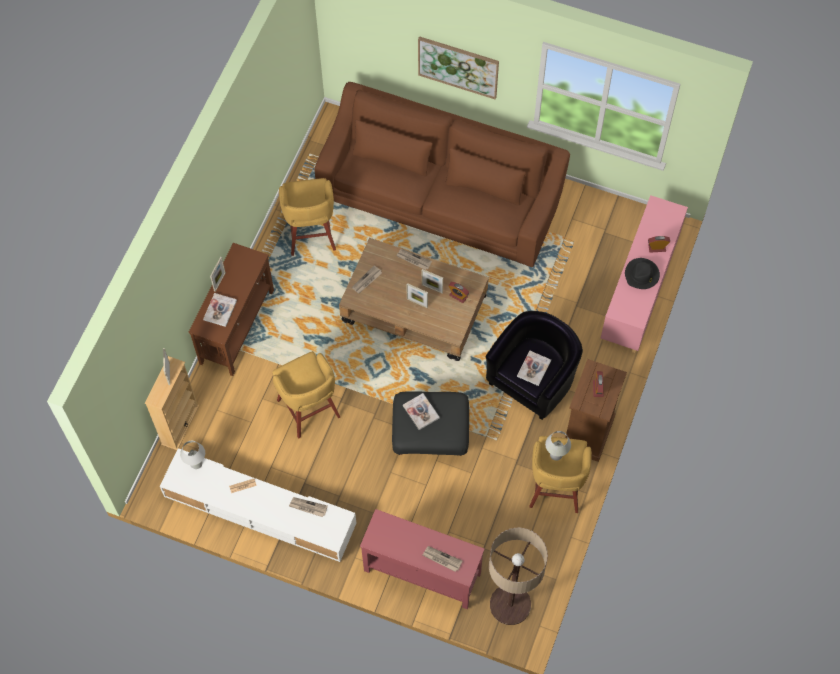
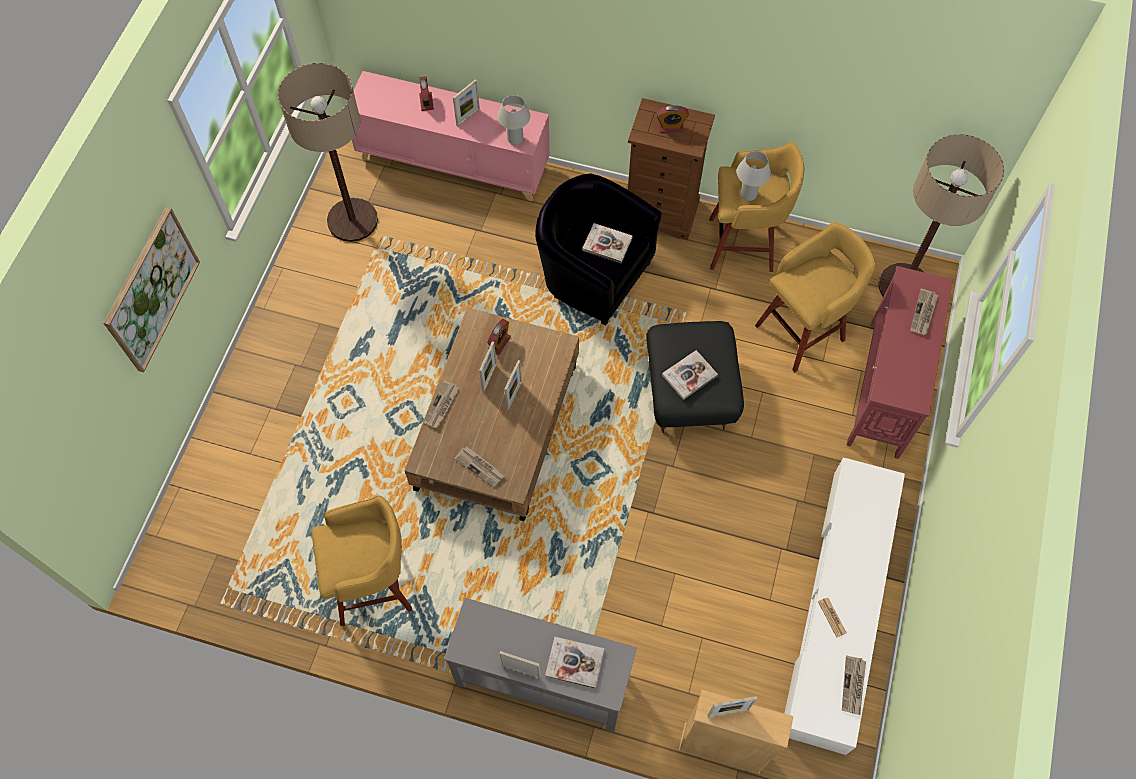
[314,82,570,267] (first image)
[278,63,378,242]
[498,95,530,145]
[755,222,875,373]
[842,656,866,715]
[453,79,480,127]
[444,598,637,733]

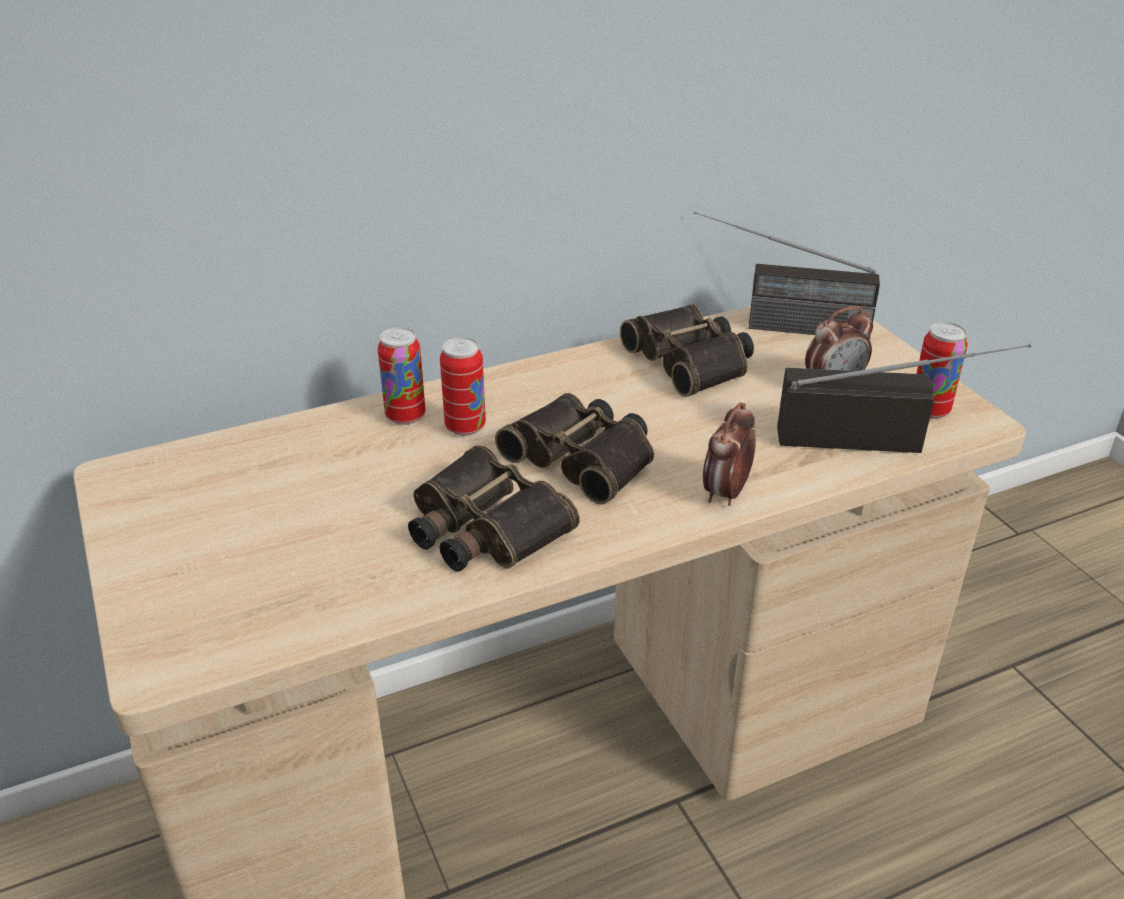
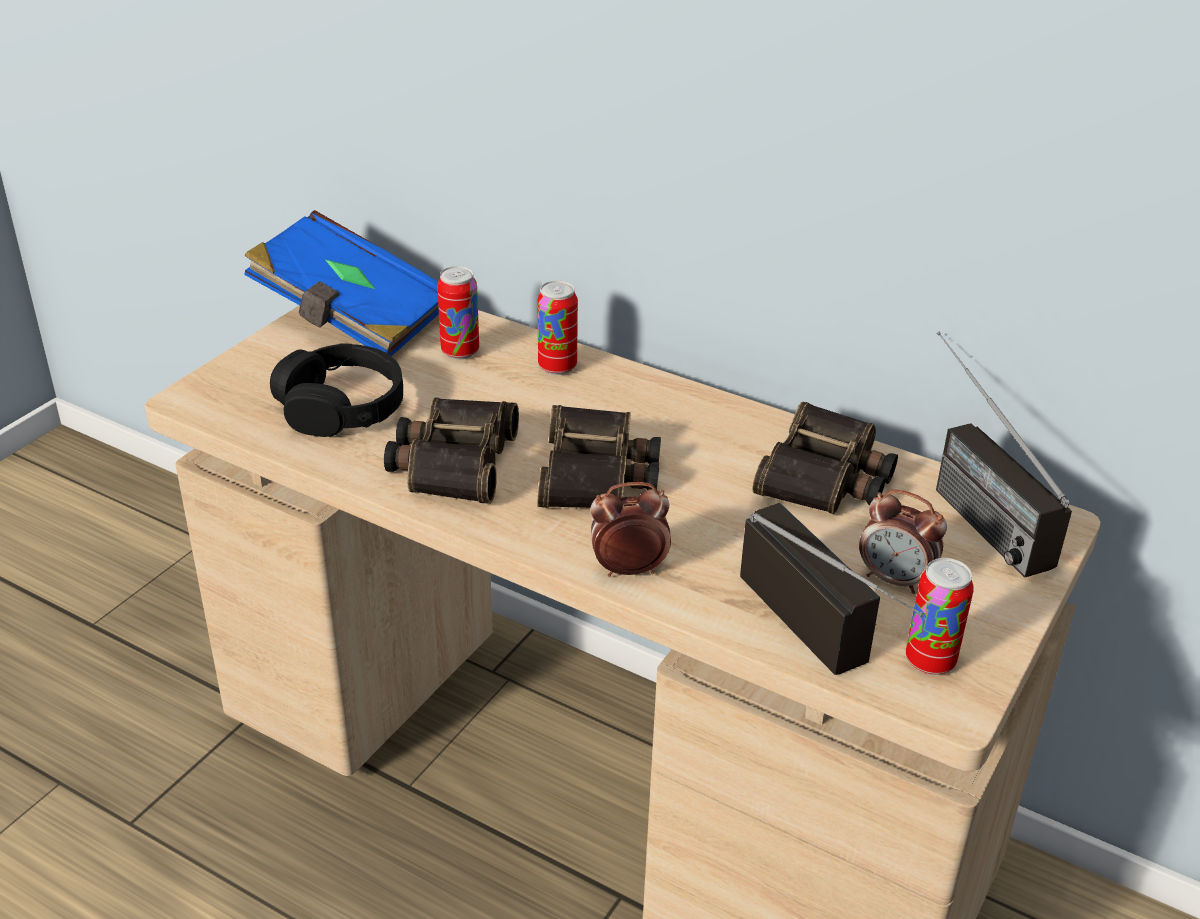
[244,210,439,356]
[270,344,403,437]
[437,266,479,360]

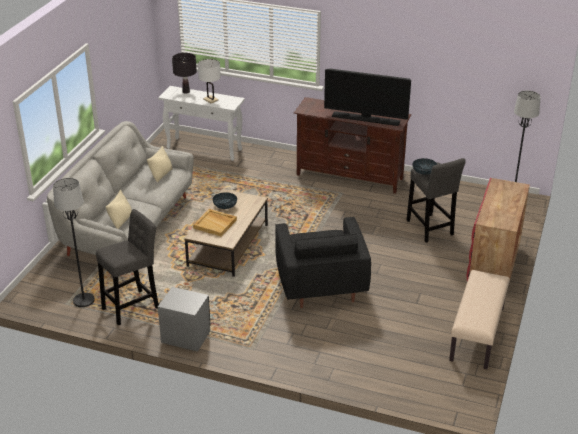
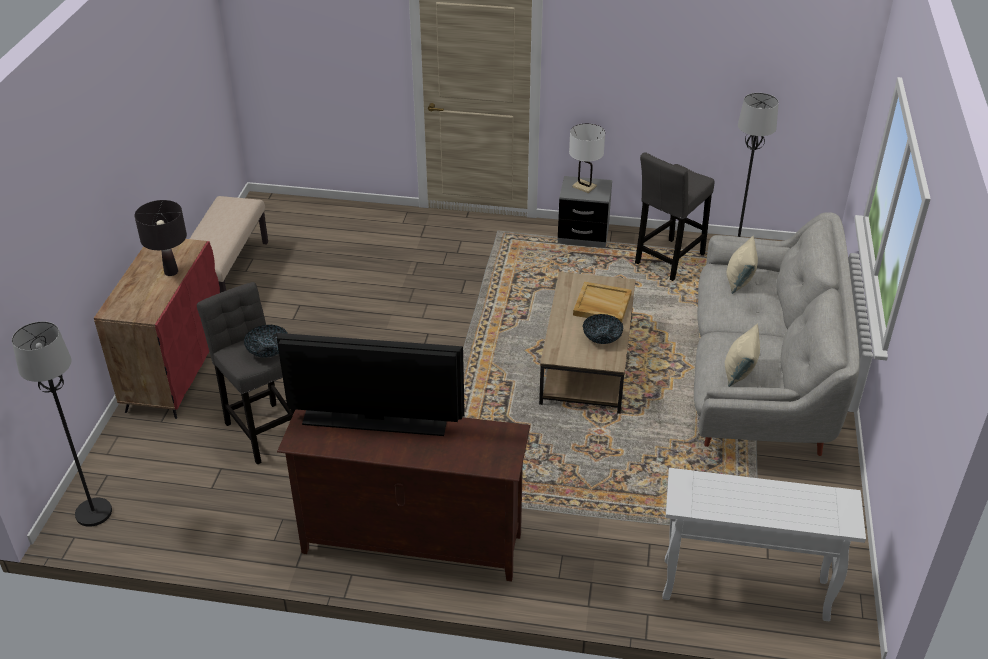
[275,217,371,308] (first image)
[134,200,187,276]
[569,123,605,193]

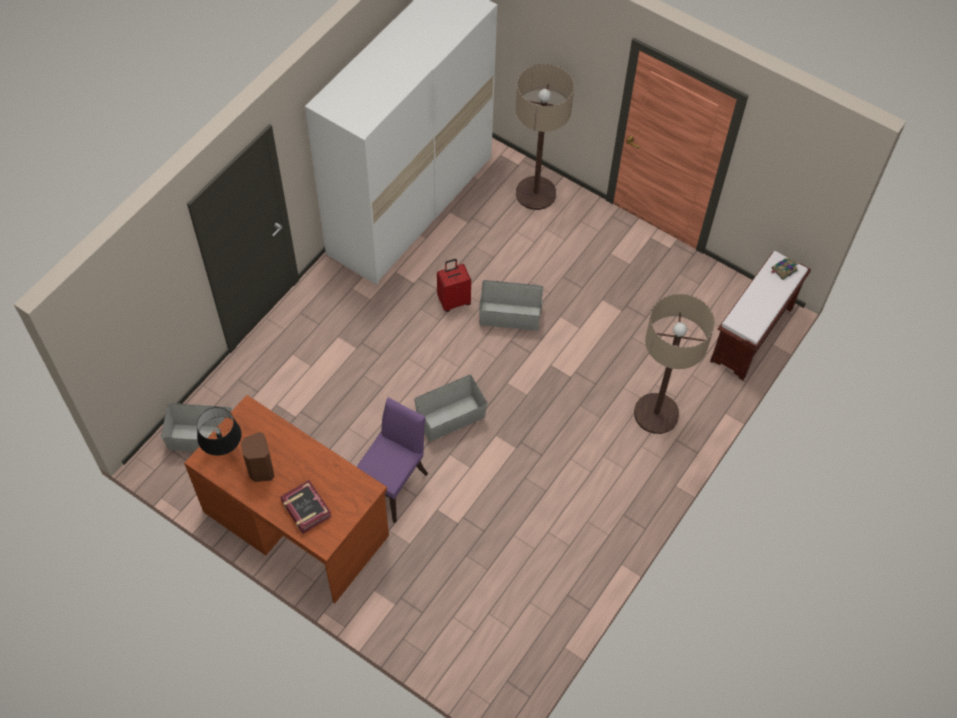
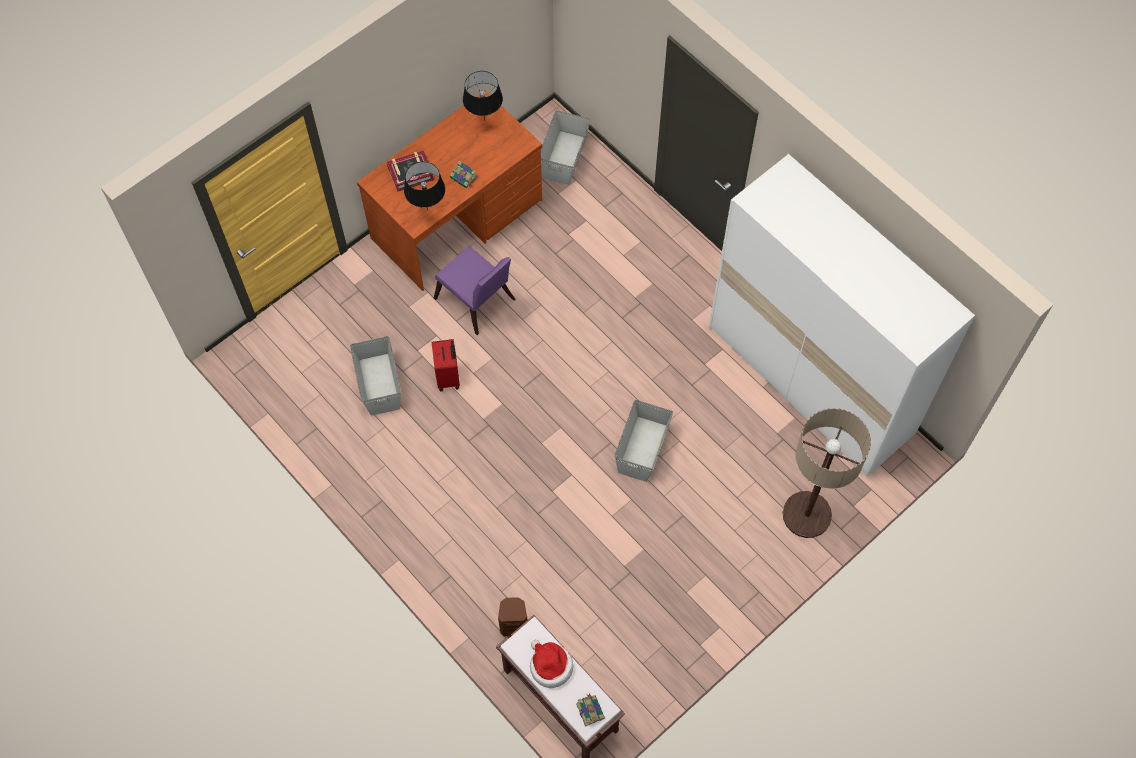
[634,294,715,434] (first image)
[404,161,445,210]
[450,160,478,188]
[530,640,573,688]
[498,597,527,636]
[350,336,401,416]
[432,339,460,391]

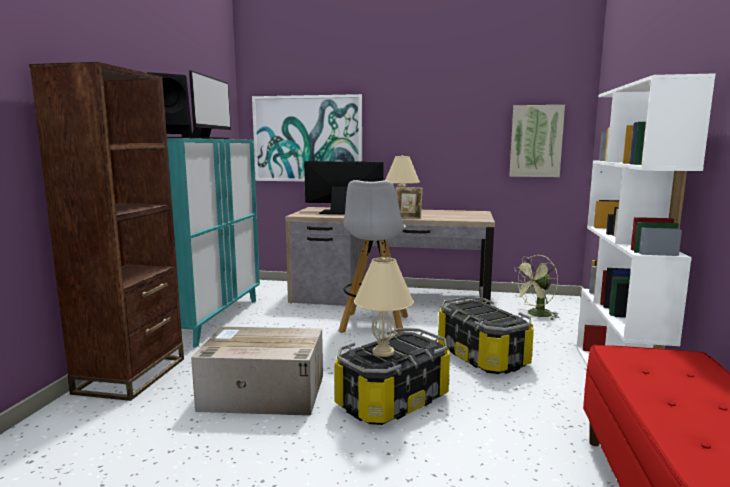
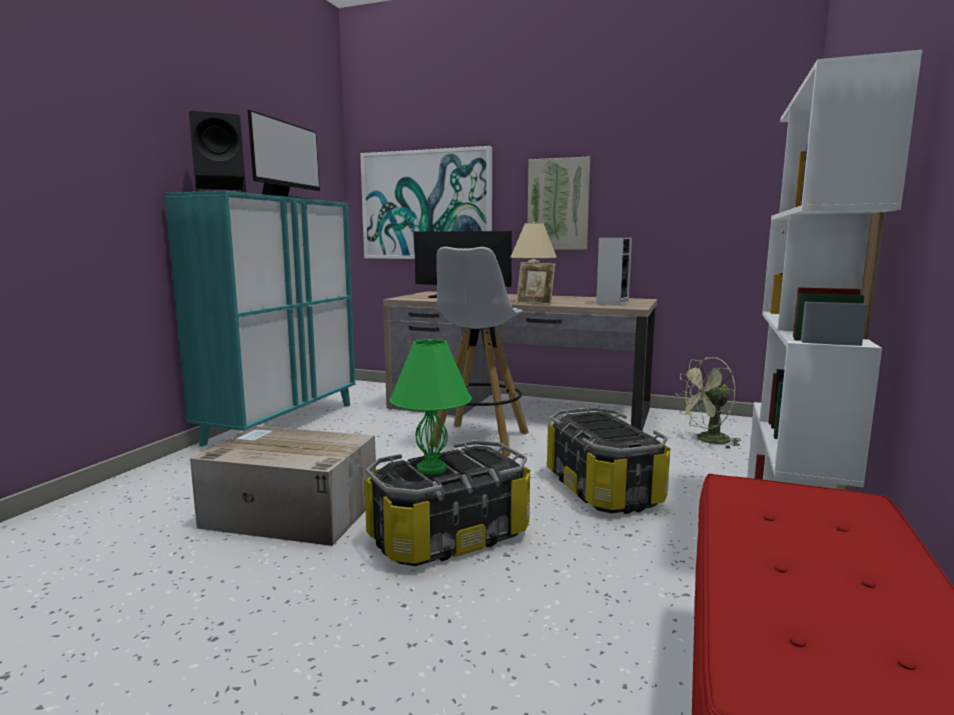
[29,62,184,401] (first image)
[596,238,632,305]
[528,157,590,250]
[390,339,472,475]

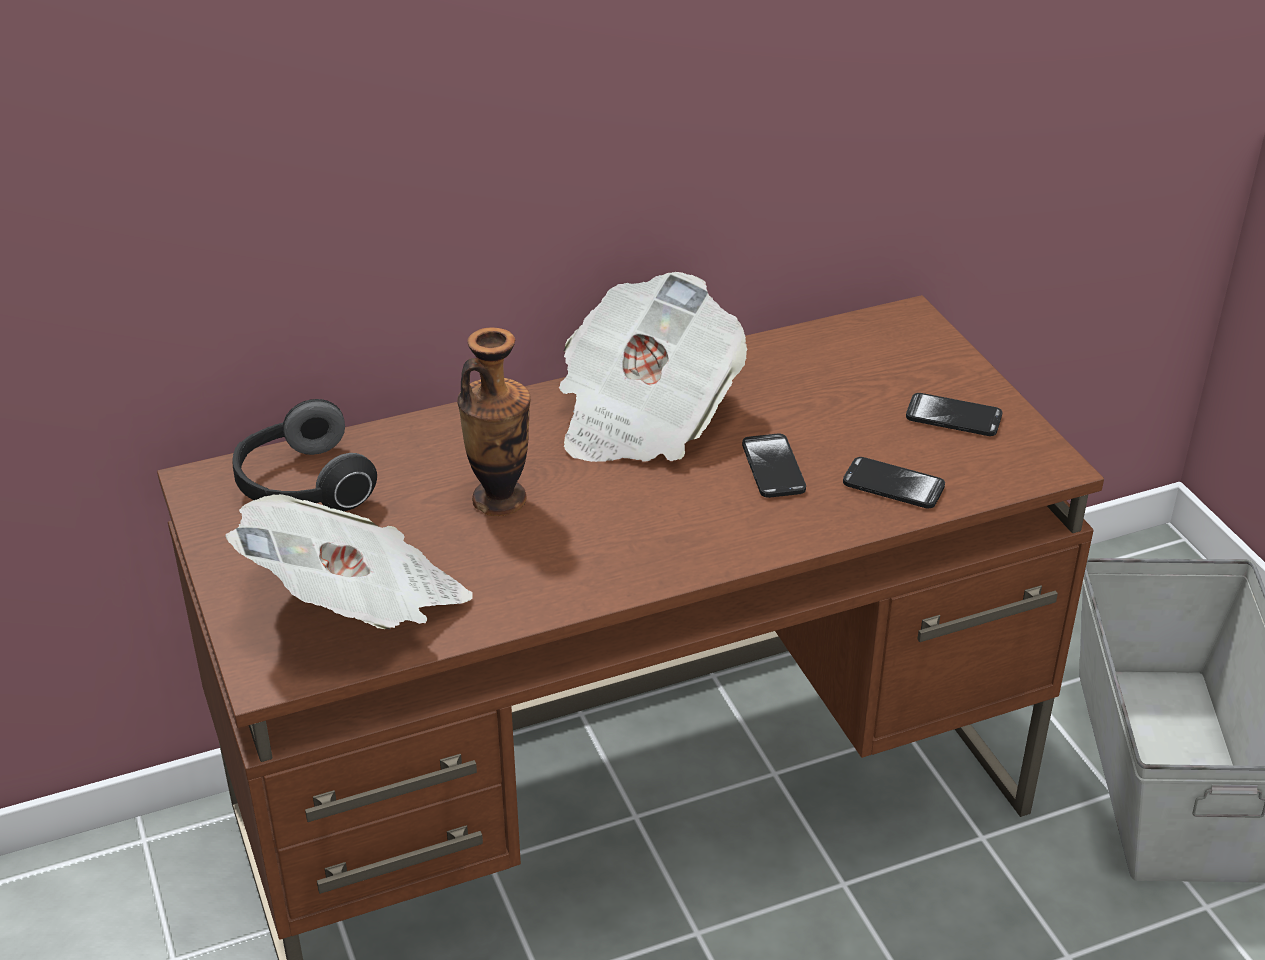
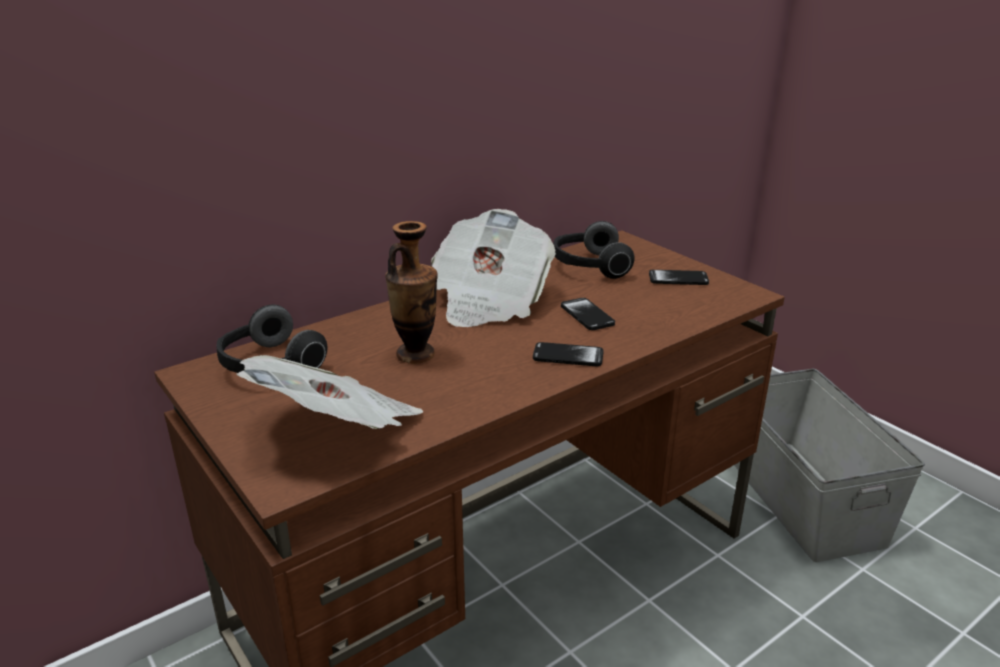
[554,221,634,279]
[533,342,604,366]

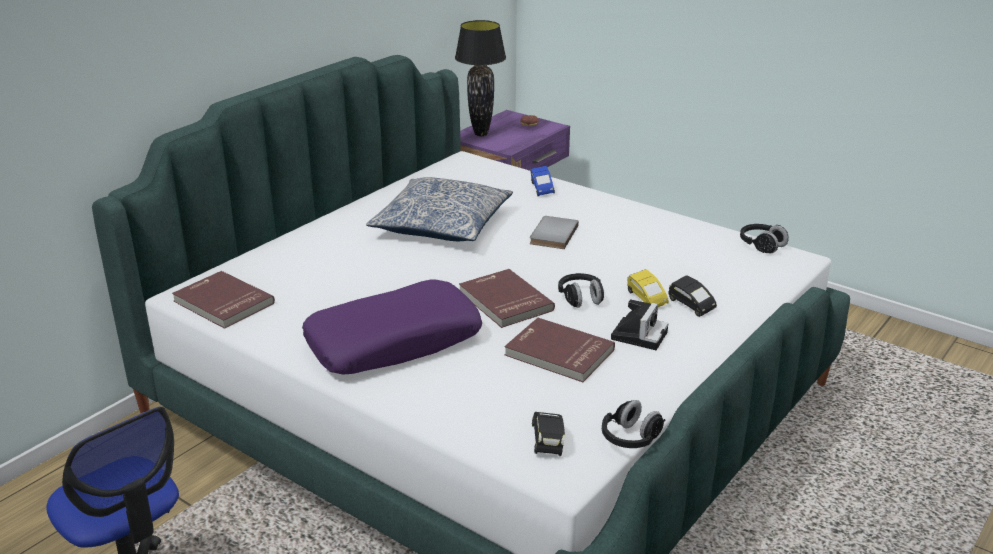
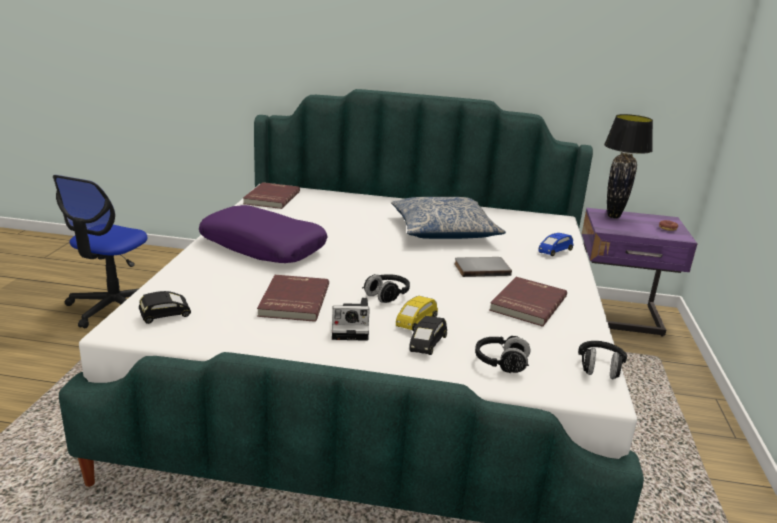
[489,277,567,327]
[475,336,530,373]

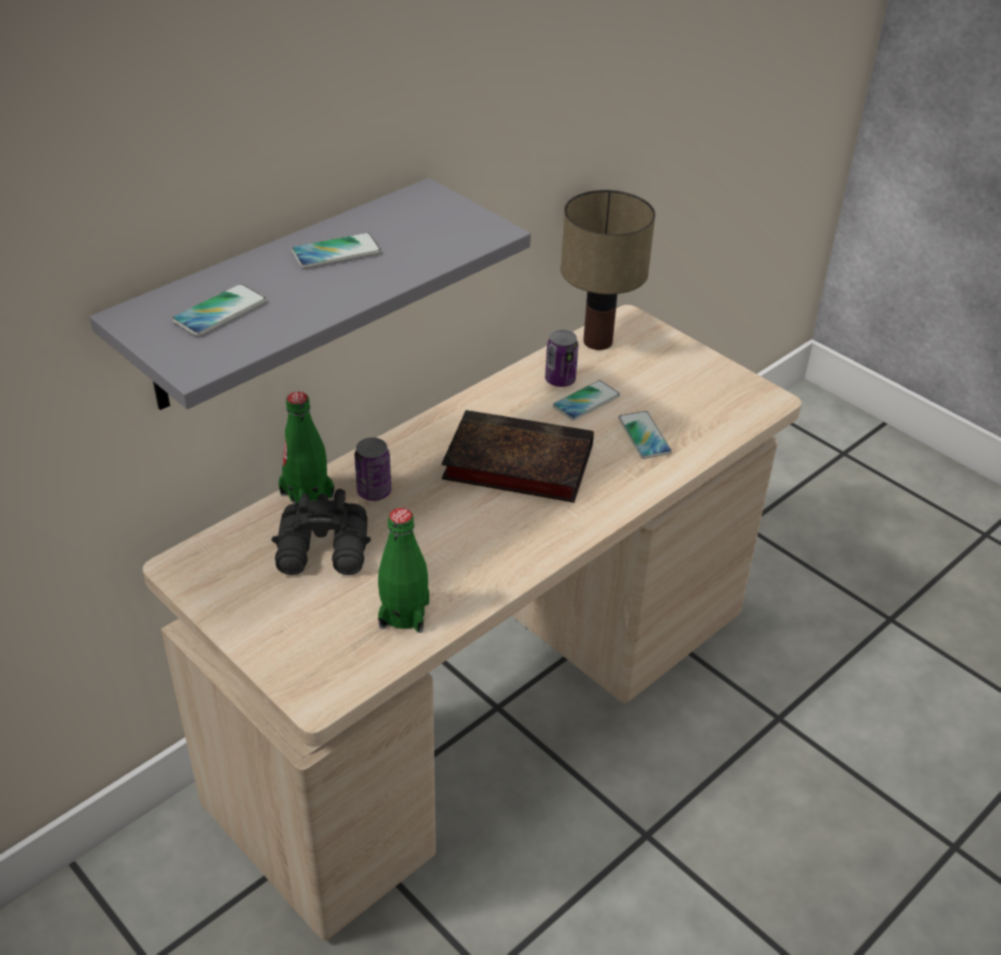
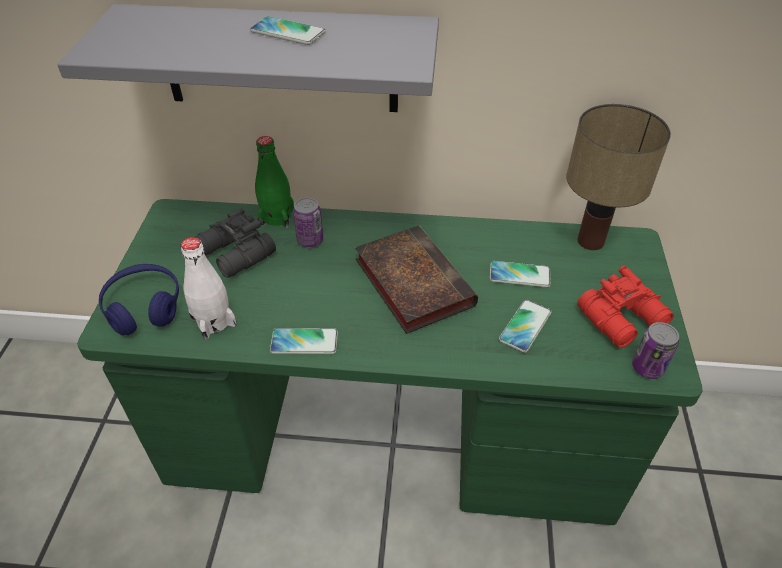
[99,264,179,335]
[577,266,674,348]
[270,328,338,354]
[632,322,679,379]
[77,199,703,525]
[181,237,237,340]

